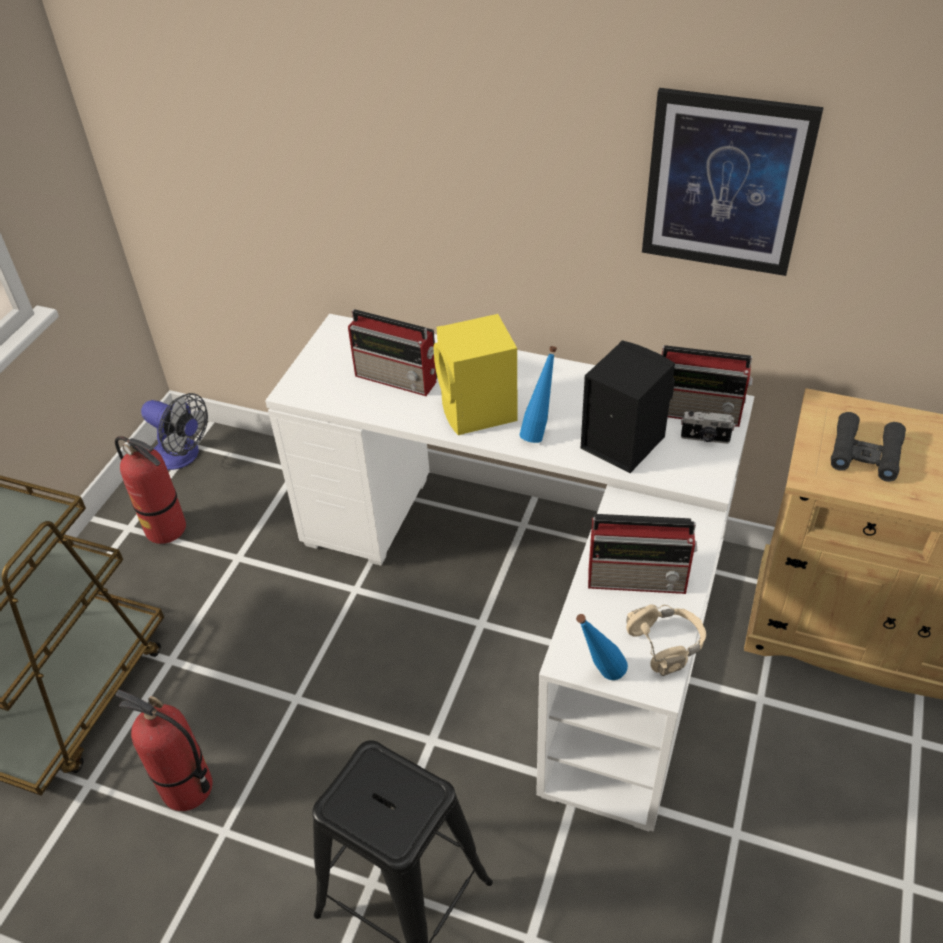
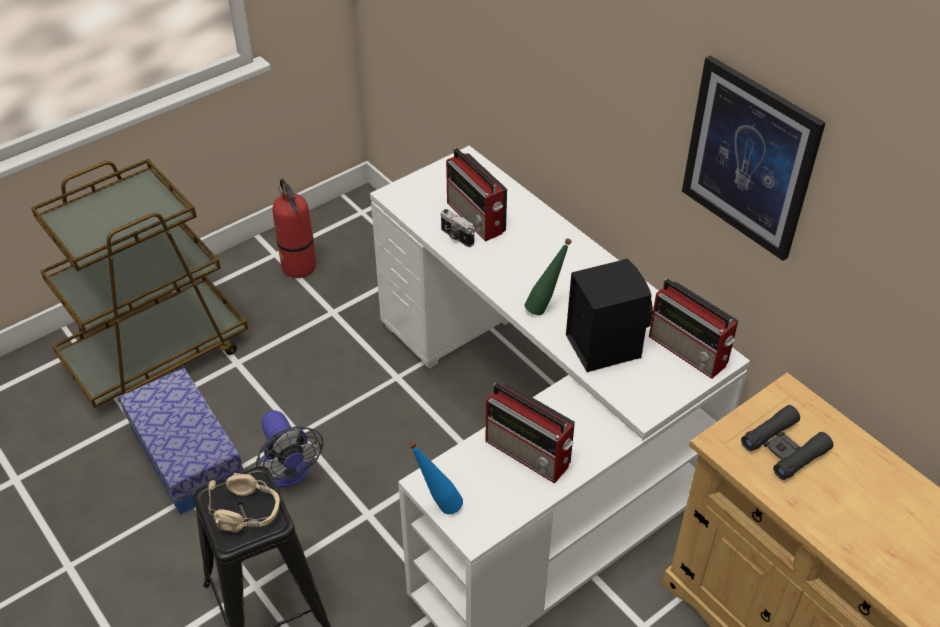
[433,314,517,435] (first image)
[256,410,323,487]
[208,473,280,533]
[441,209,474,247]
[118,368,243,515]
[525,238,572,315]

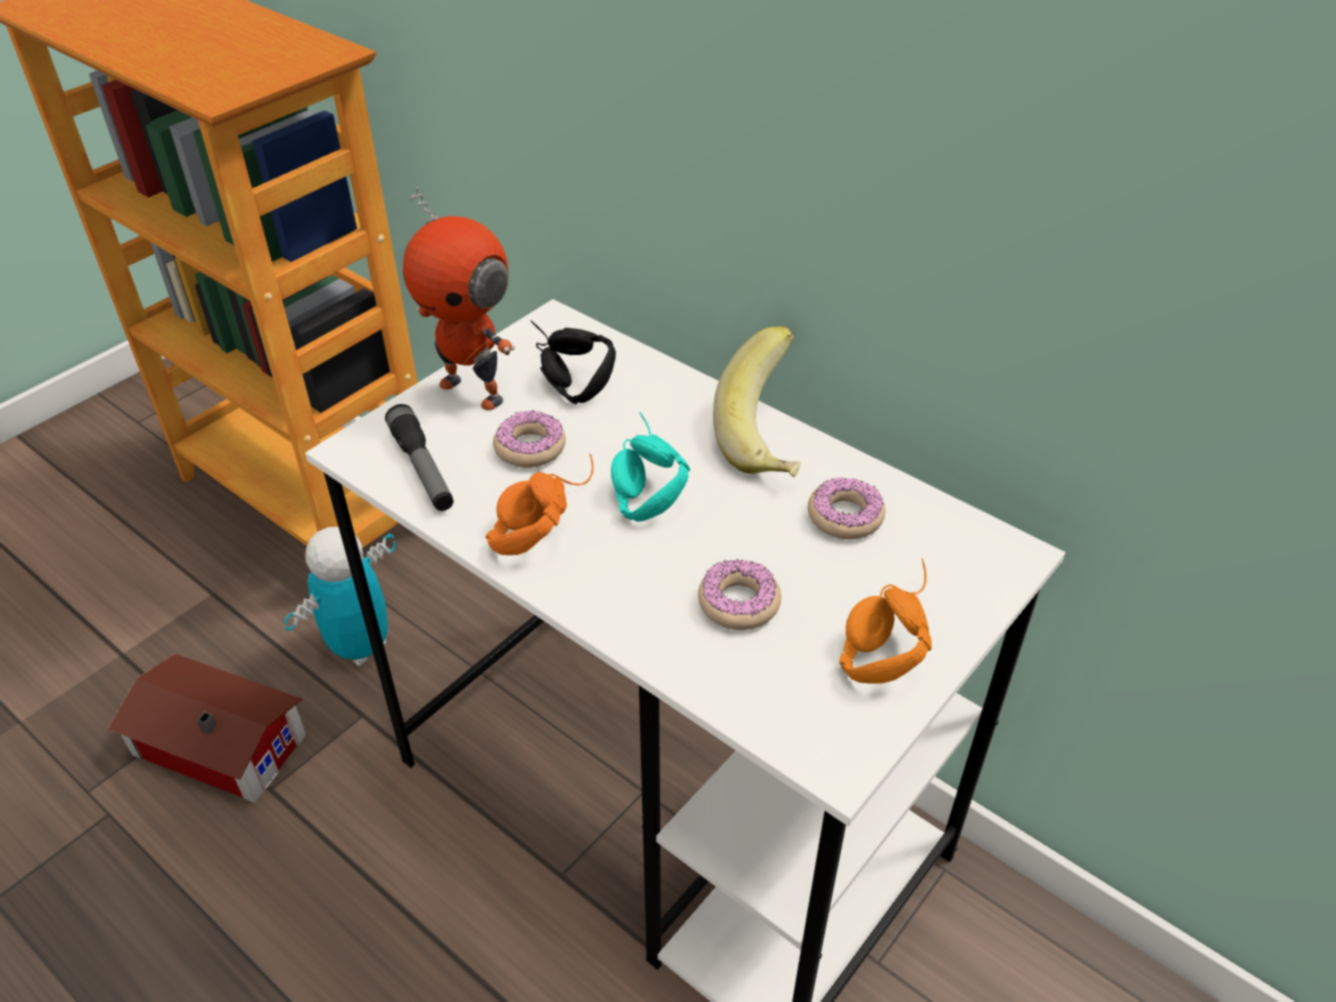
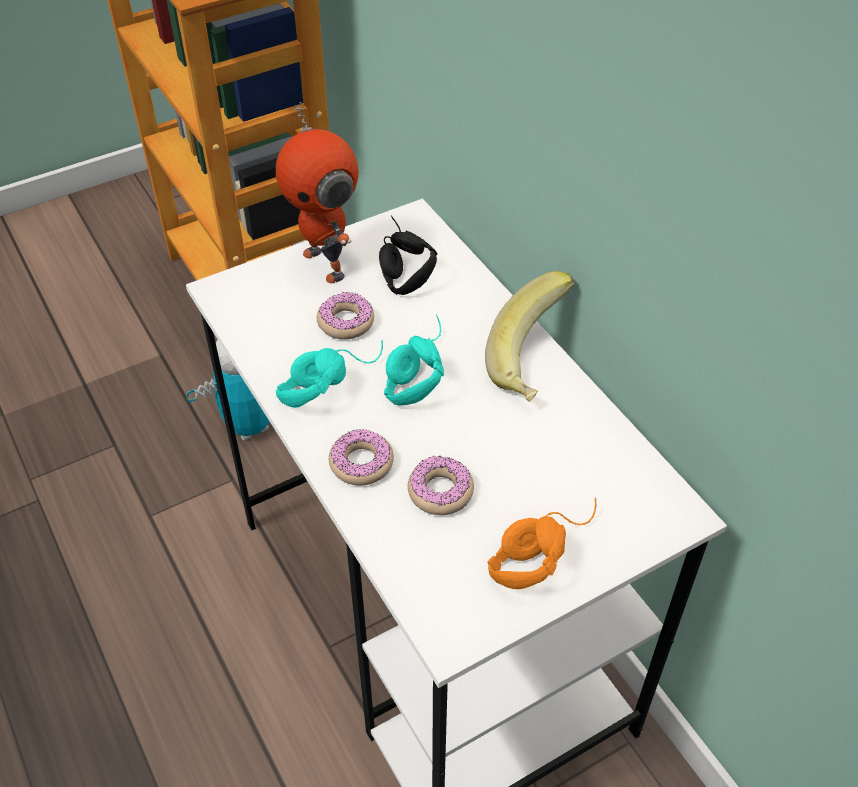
[107,654,306,803] (first image)
[385,404,454,511] (first image)
[329,429,394,485]
[276,340,383,408]

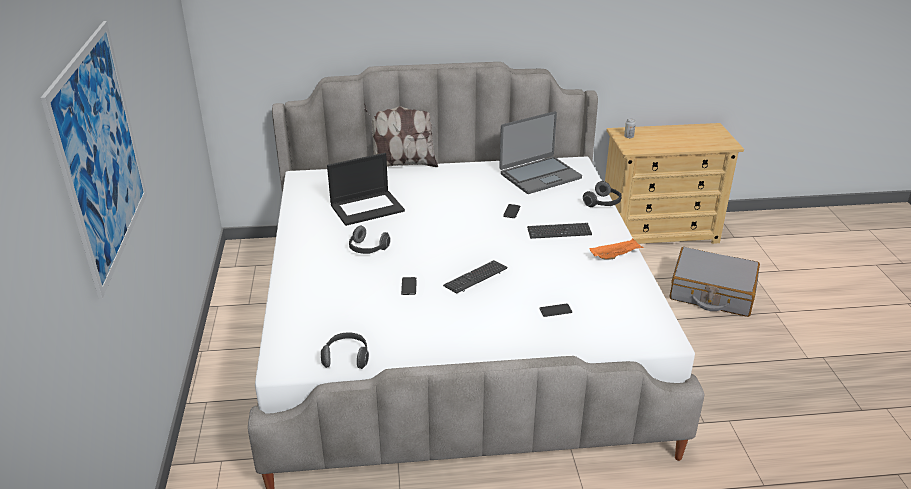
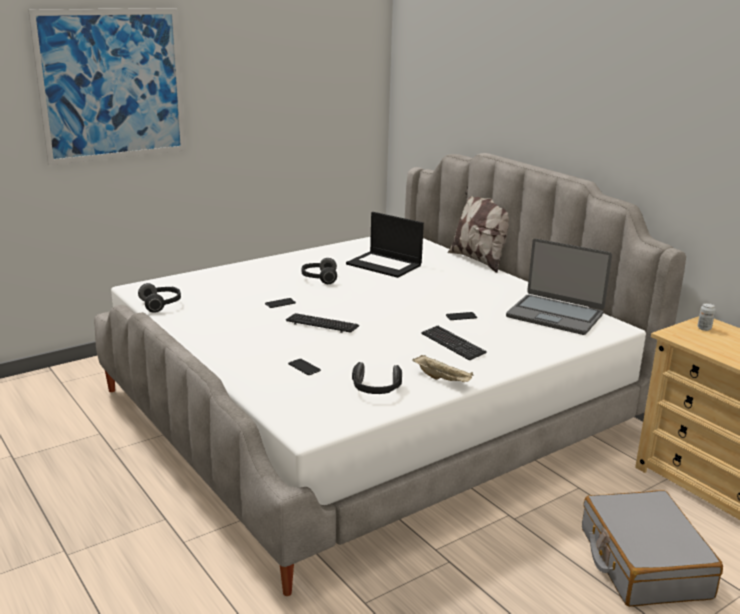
[352,362,402,394]
[412,355,474,382]

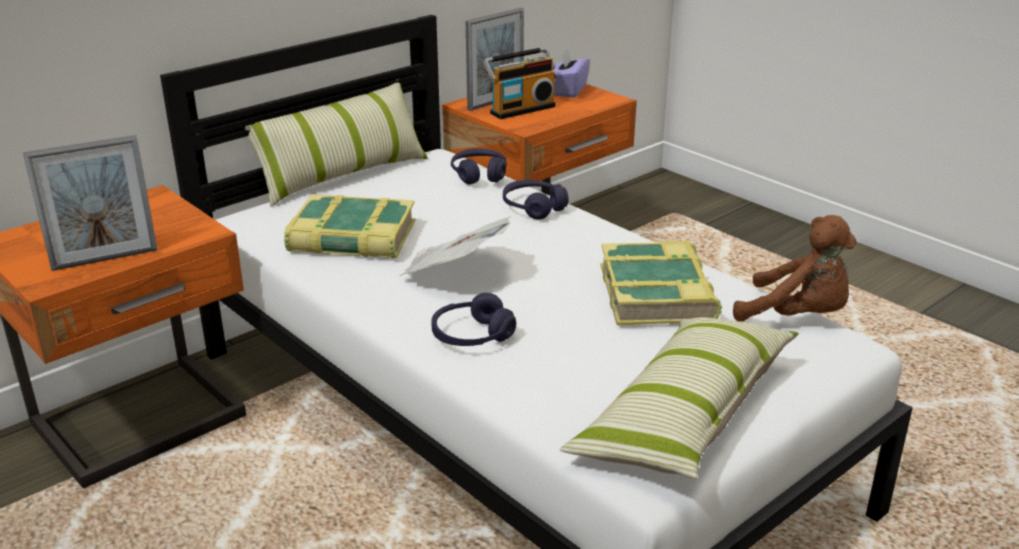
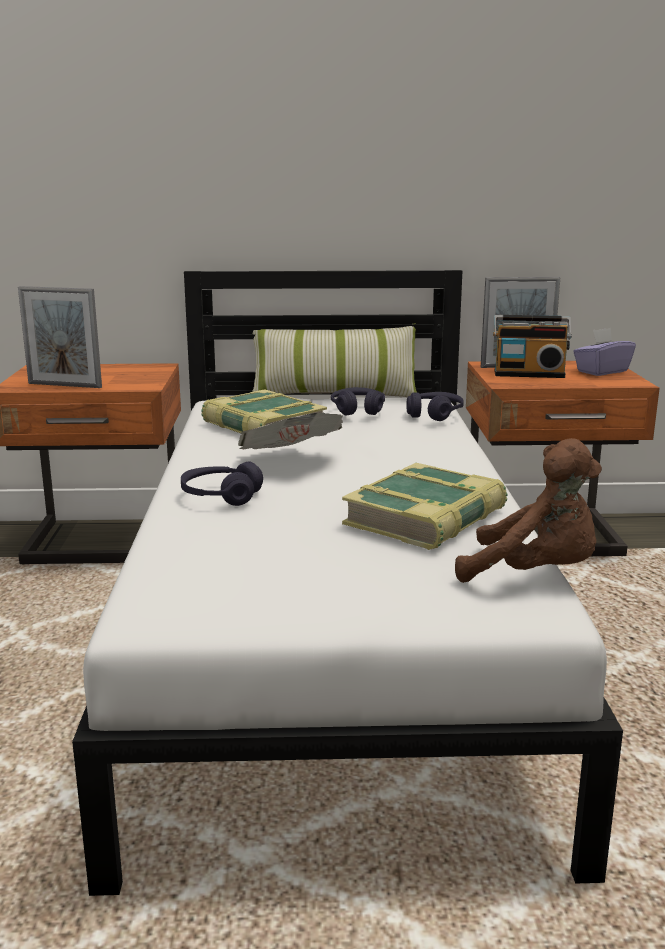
[560,317,798,479] (first image)
[331,387,385,415]
[455,438,602,583]

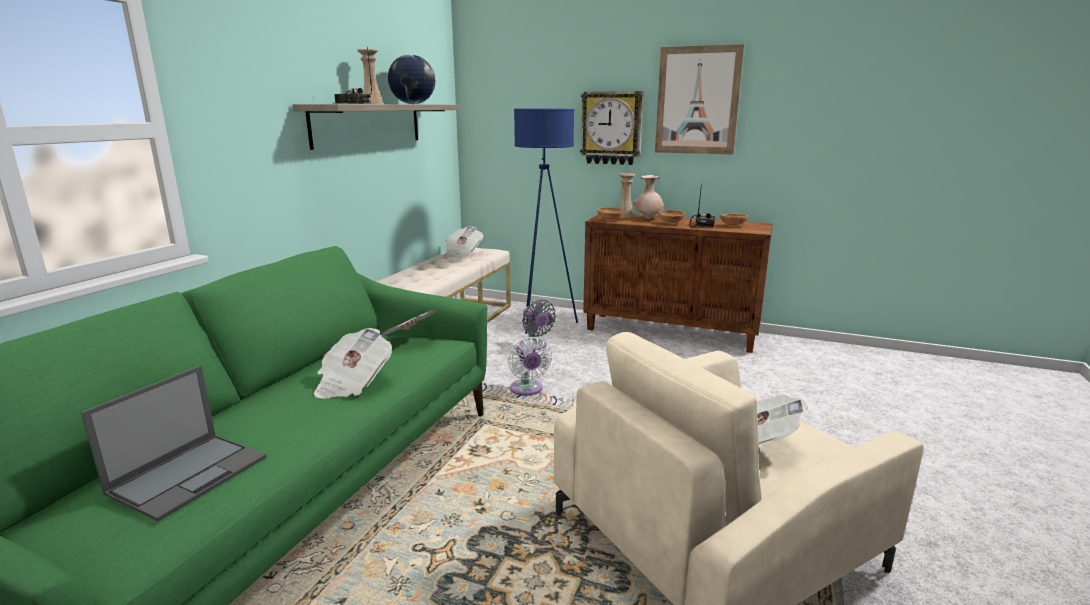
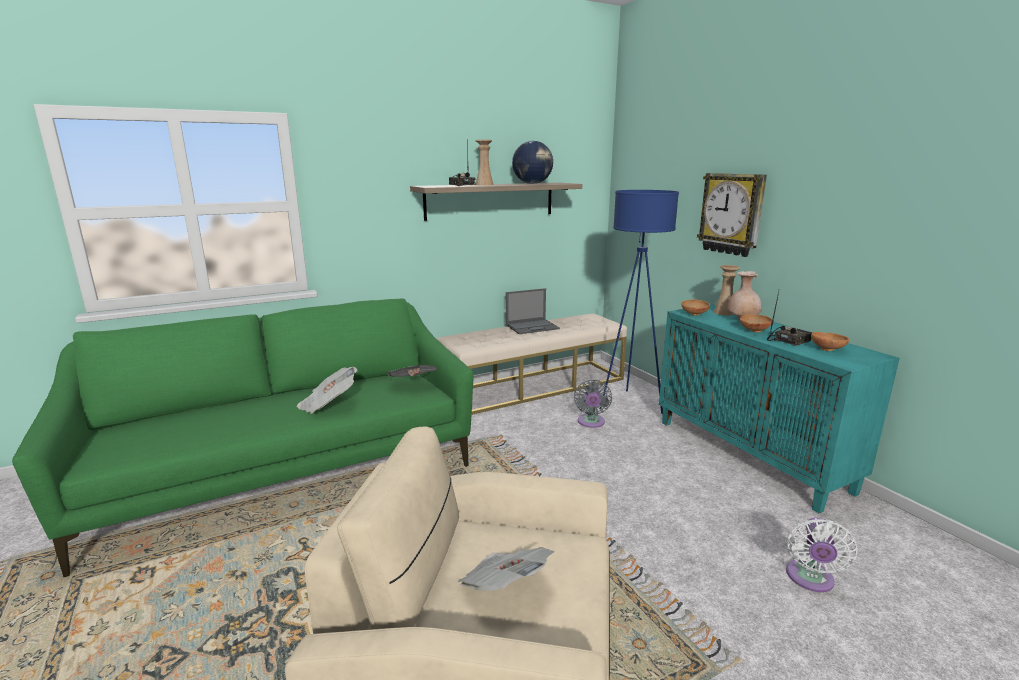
[444,226,483,258] (first image)
[655,44,744,155] (first image)
[506,288,560,334]
[786,518,858,592]
[659,304,900,513]

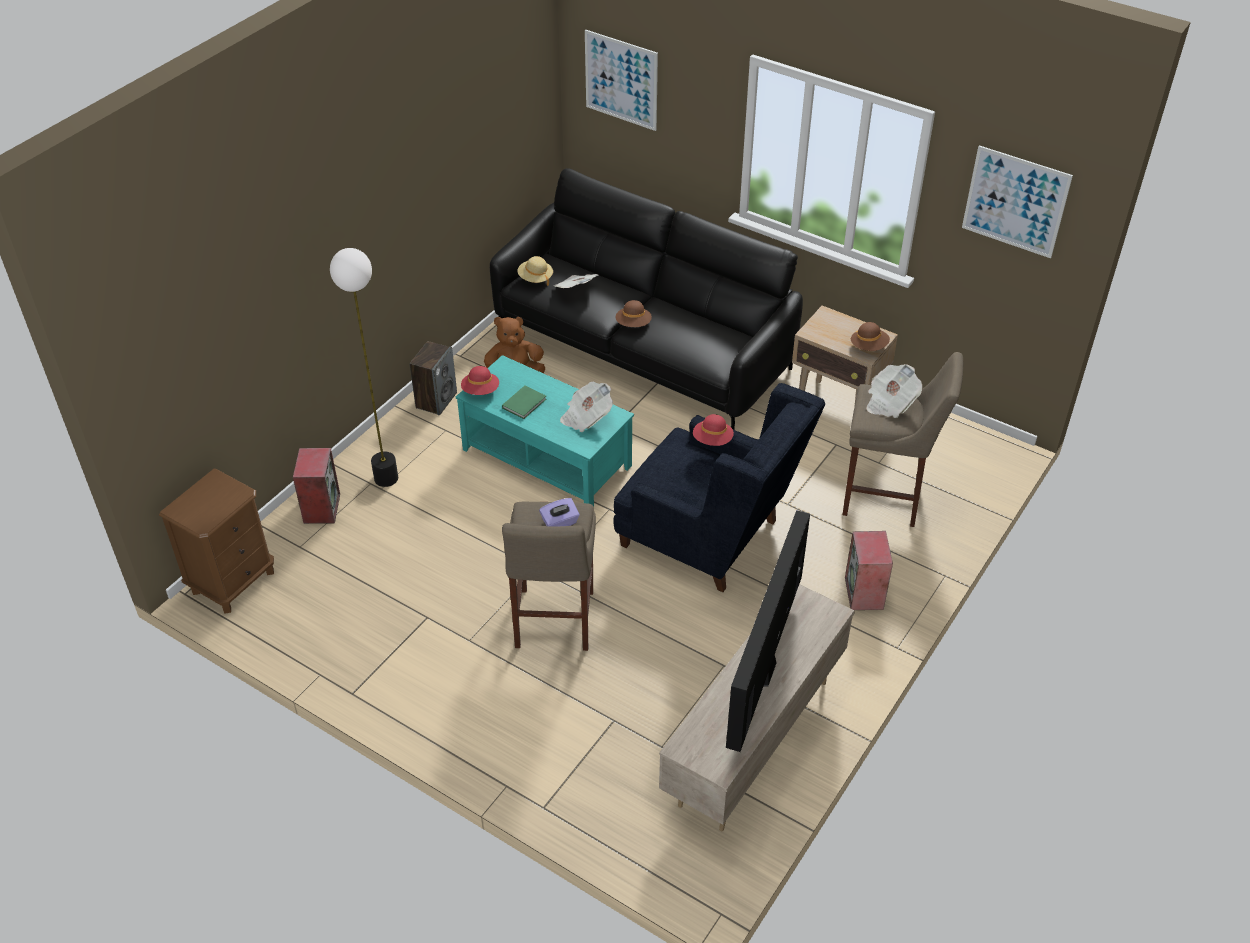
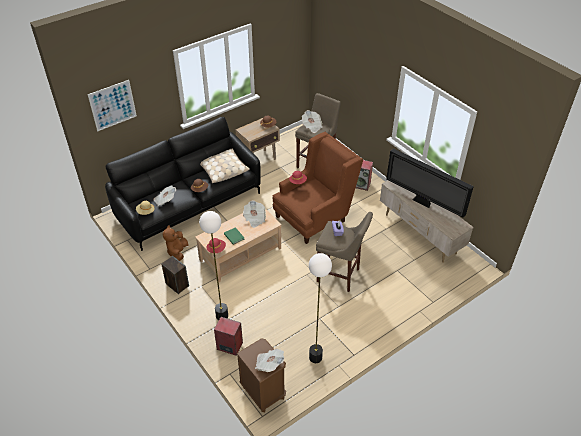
[962,145,1073,258] (first image)
[200,149,250,183]
[255,349,284,372]
[309,253,332,363]
[195,209,282,282]
[273,132,363,244]

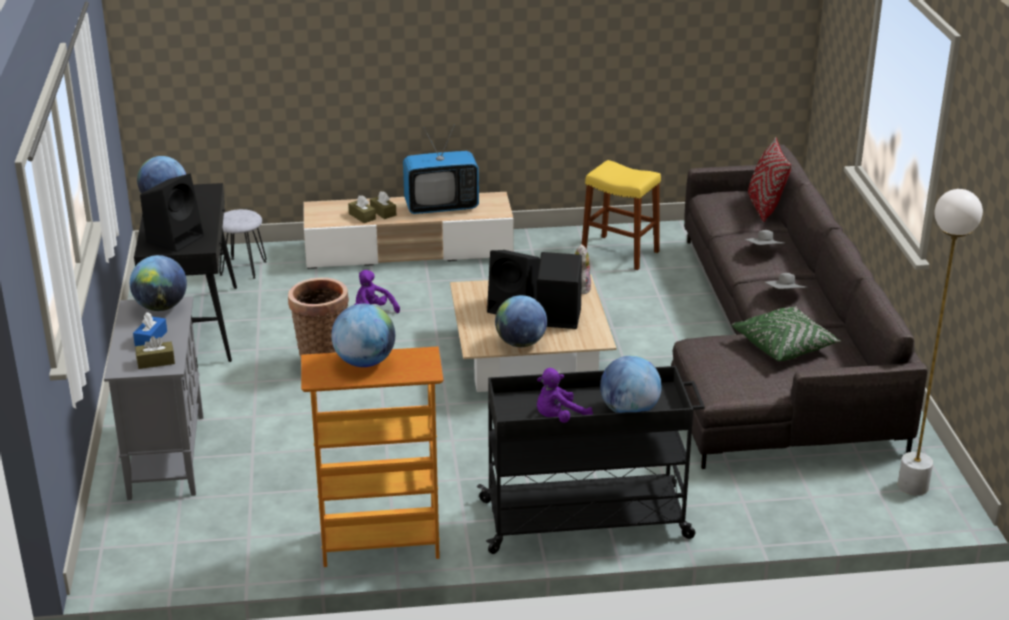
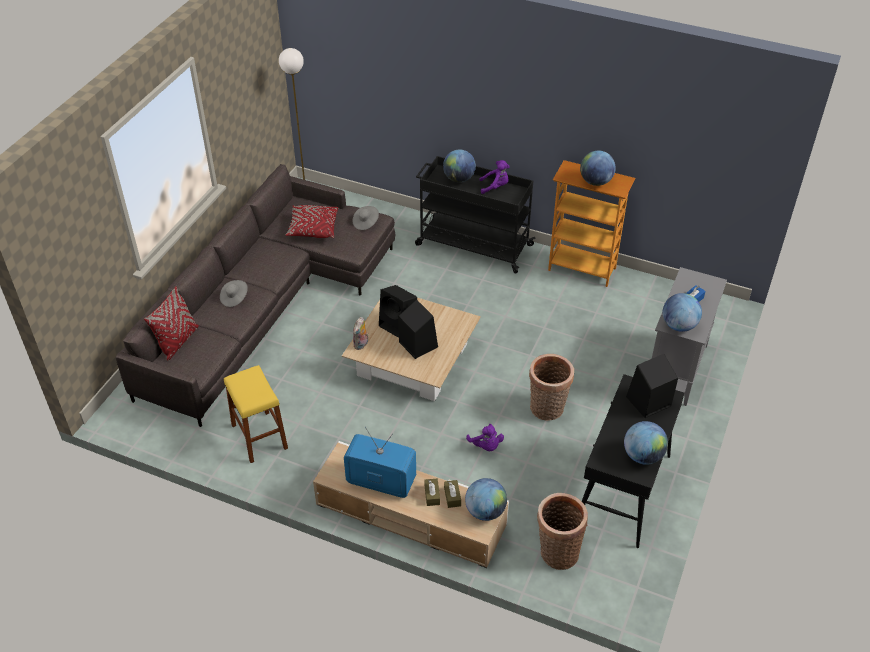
[135,336,175,369] (first image)
[465,478,507,521]
[352,206,379,230]
[537,493,588,570]
[286,205,338,238]

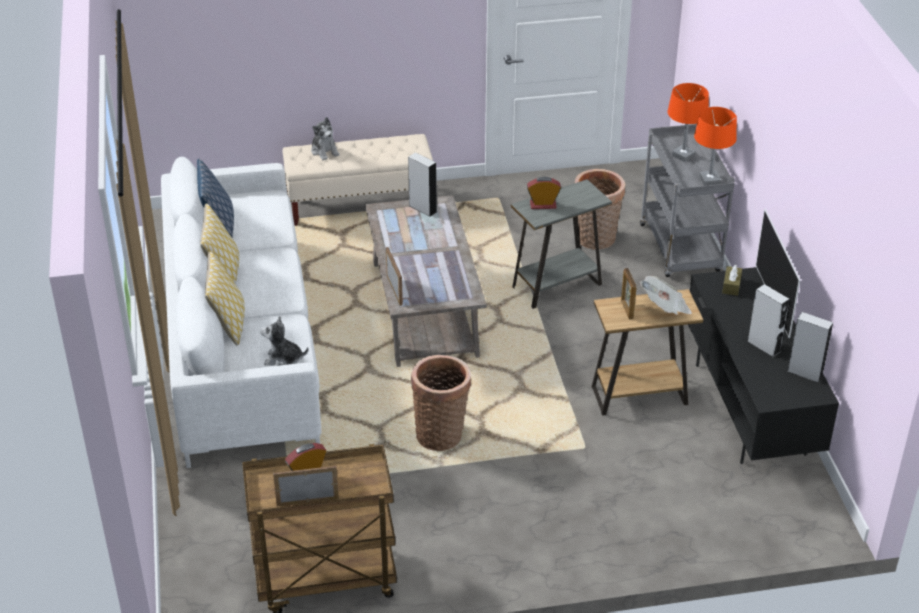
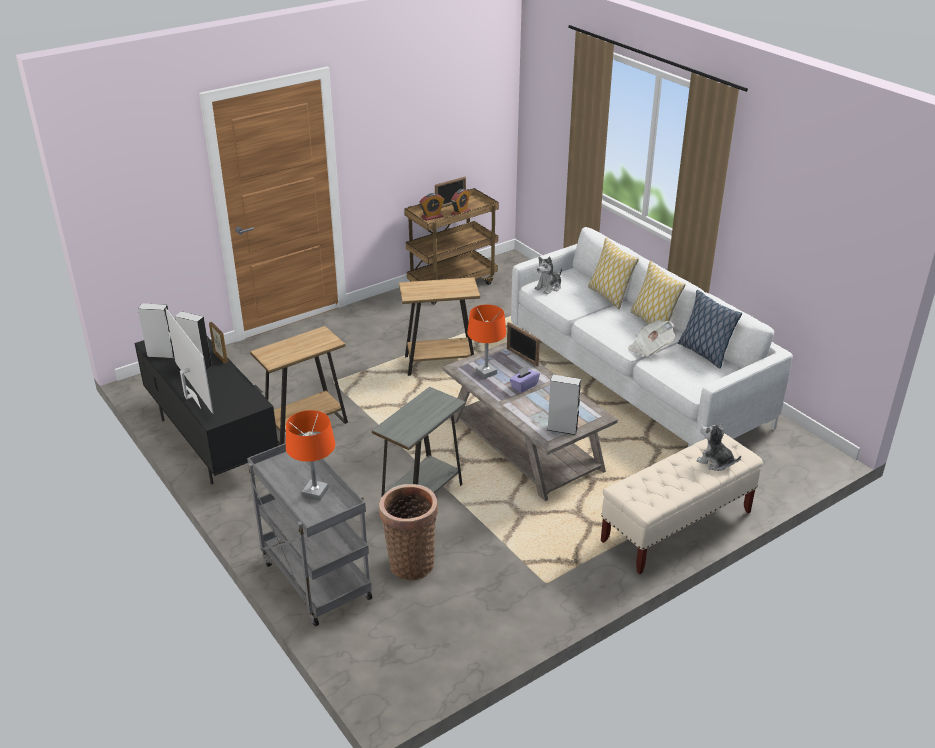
[722,264,742,296] (first image)
[509,366,540,393]
[419,193,444,221]
[209,322,228,364]
[628,320,675,357]
[467,304,506,379]
[399,277,480,376]
[535,257,562,295]

